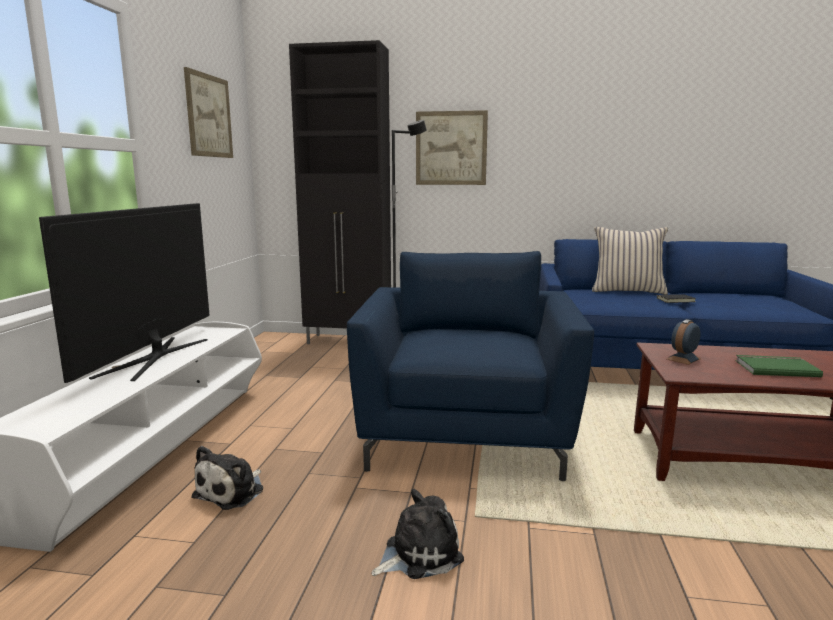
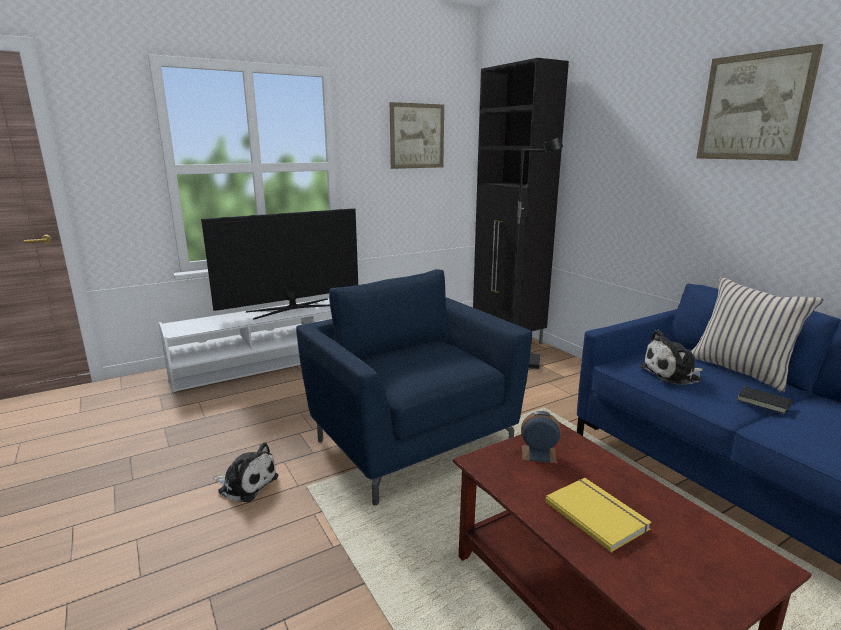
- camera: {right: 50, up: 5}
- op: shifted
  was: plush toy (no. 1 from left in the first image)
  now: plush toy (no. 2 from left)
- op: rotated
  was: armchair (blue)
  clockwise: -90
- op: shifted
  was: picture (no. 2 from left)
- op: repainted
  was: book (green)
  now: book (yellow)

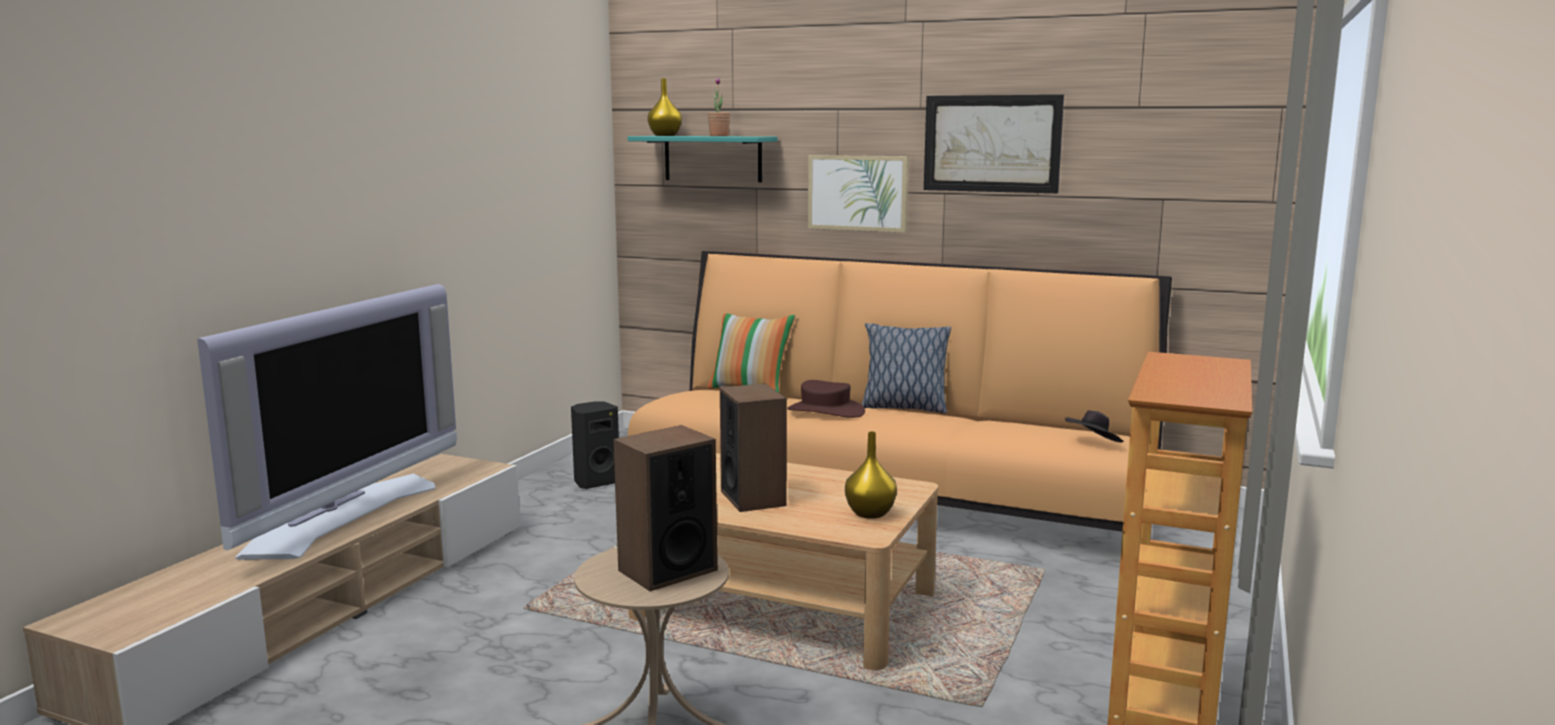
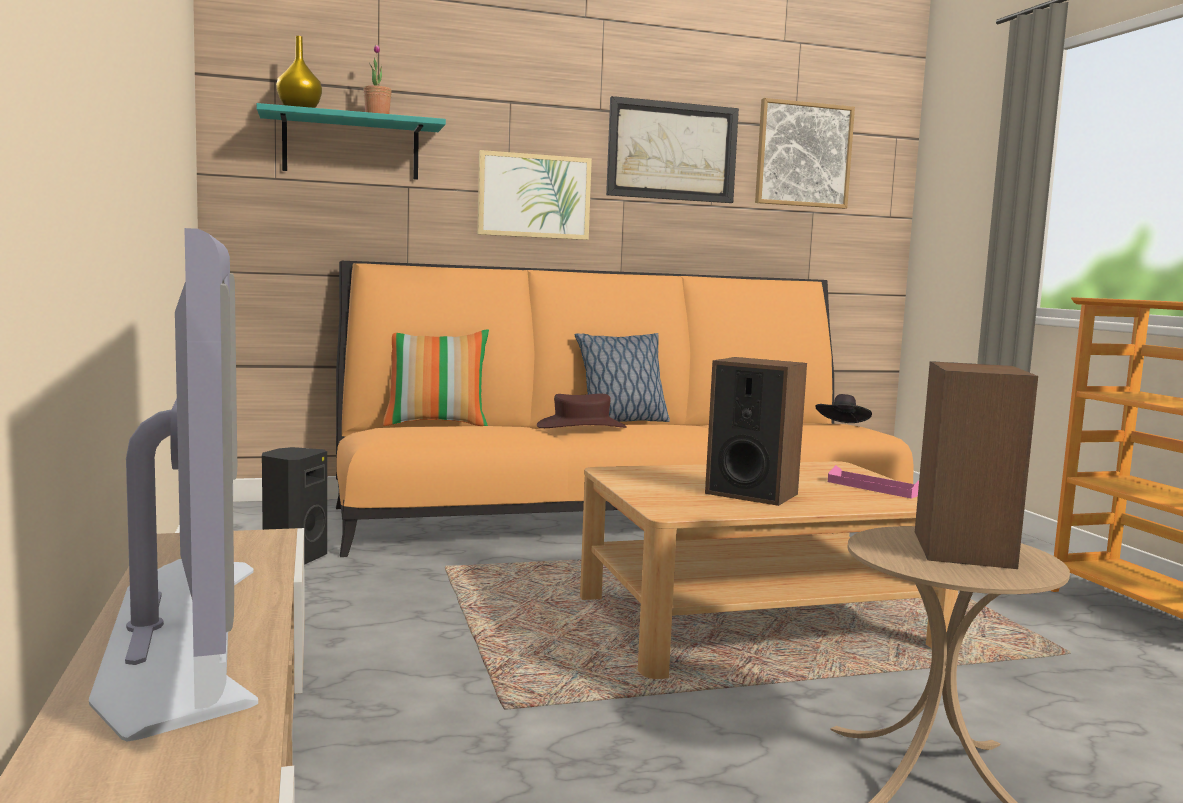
- camera: {right: -40, up: -5}
- op: swapped
  was: vase (yellow) (no. 2 from left)
  now: tray (pink)
- op: new
  now: picture (no. 3 from left)

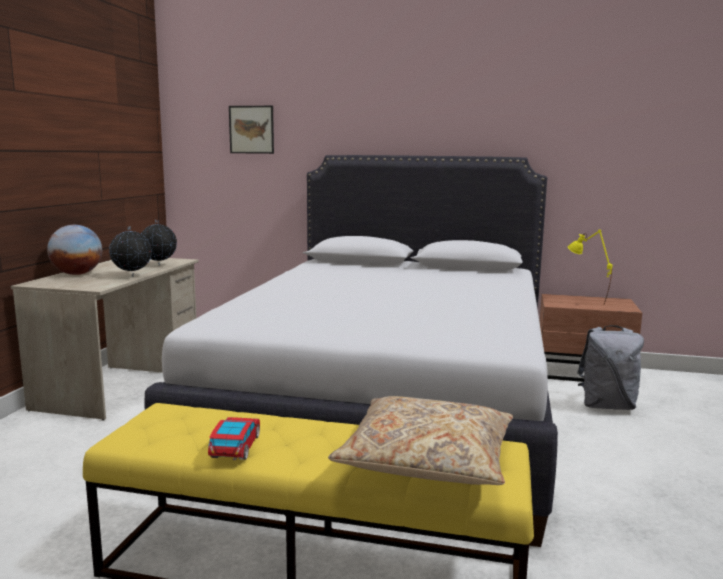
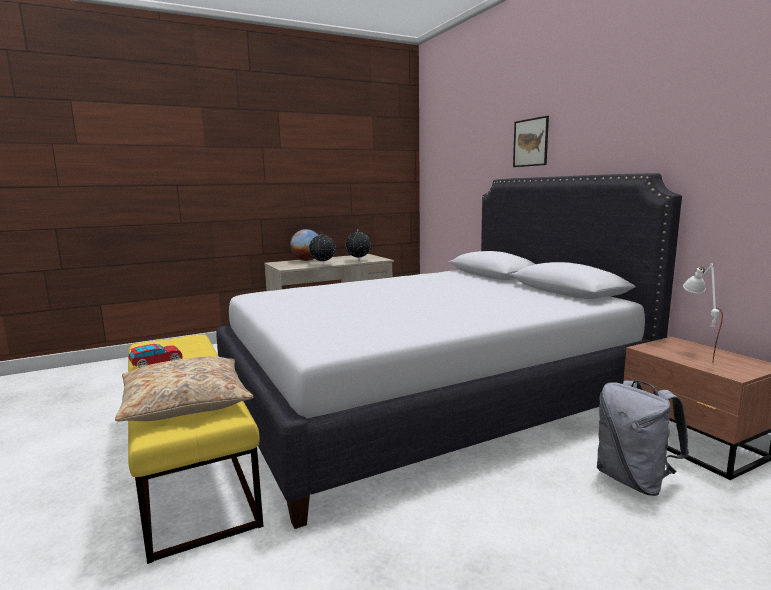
- camera: {right: 50, up: 0}
- op: shifted
  was: picture
- op: repainted
  was: table lamp (yellow)
  now: table lamp (white)

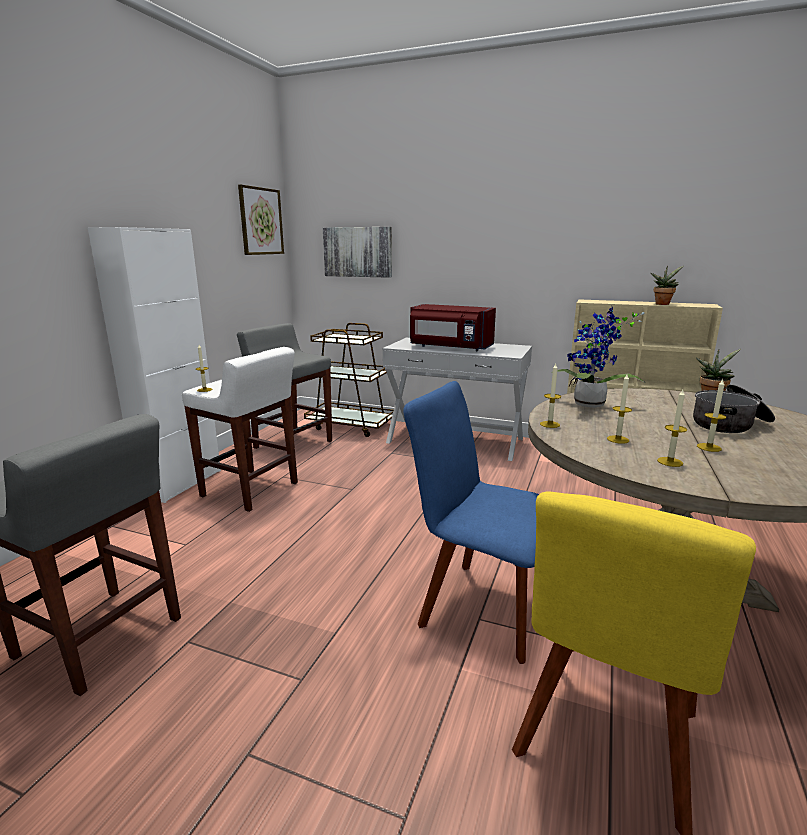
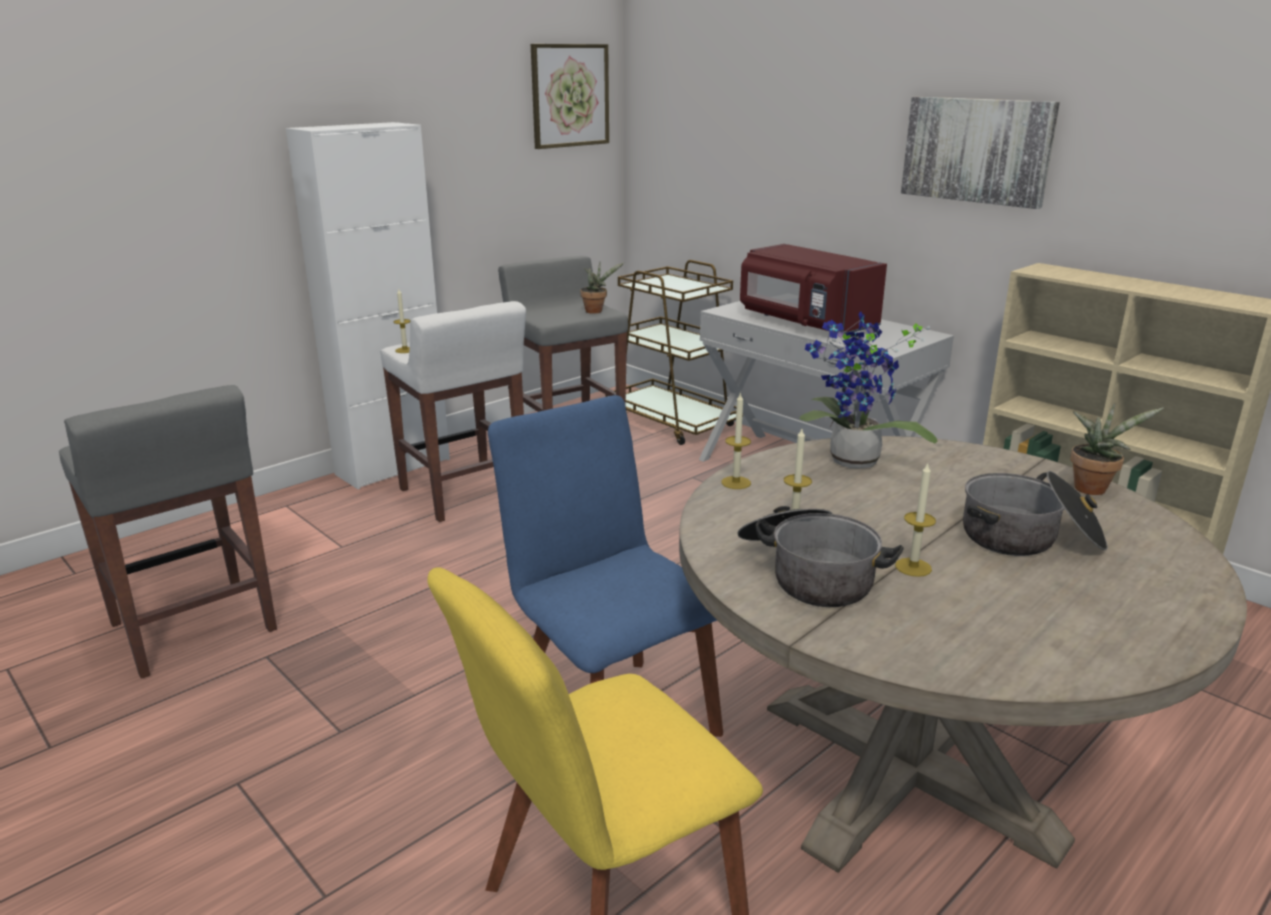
- camera: {right: 25, up: 5}
- op: shifted
  was: picture (no. 2 from left)
- op: shifted
  was: potted plant (no. 2 from left in the first image)
  now: potted plant (no. 1 from left)
- op: swapped
  was: candle (no. 4 from left)
  now: cooking pot (no. 1 from left)

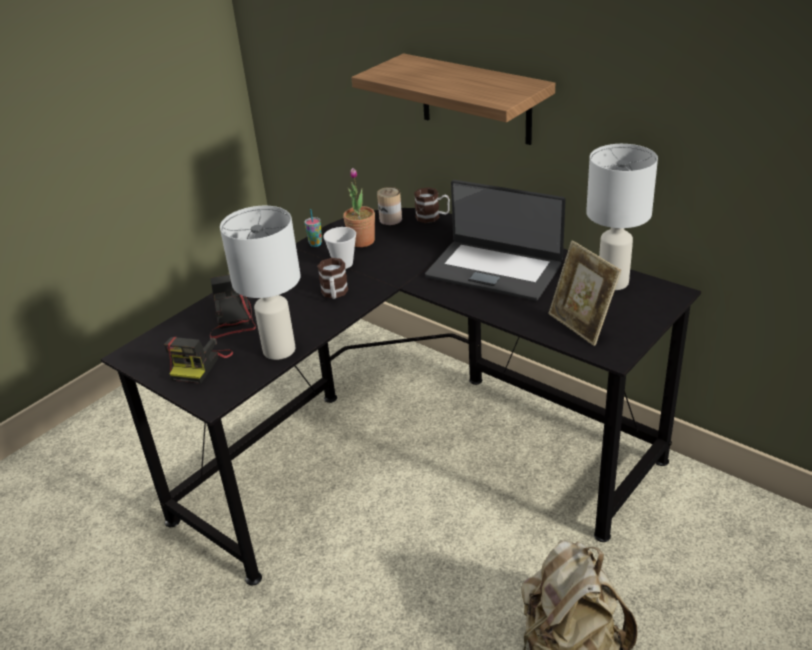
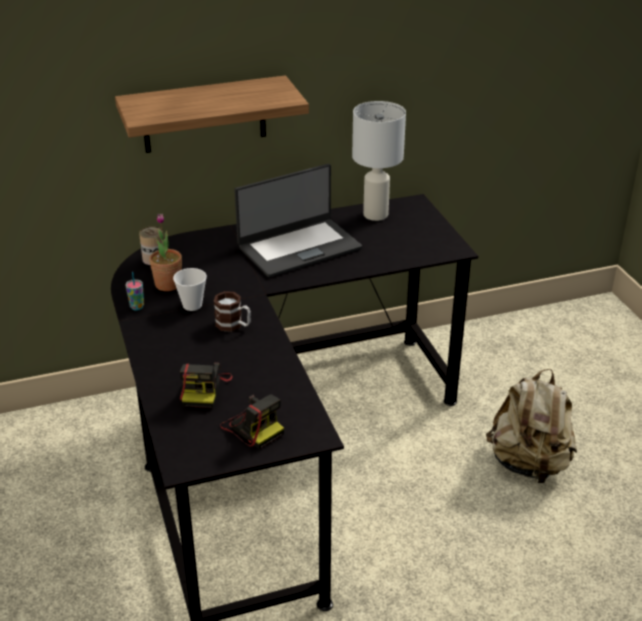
- camera: {right: -60, up: 0}
- op: rotated
  was: photo camera (no. 2 from left in the first image)
  clockwise: -105
- op: gone
  was: table lamp (white) (no. 1 from left)
- op: gone
  was: mug (no. 2 from left)
- op: gone
  was: picture frame

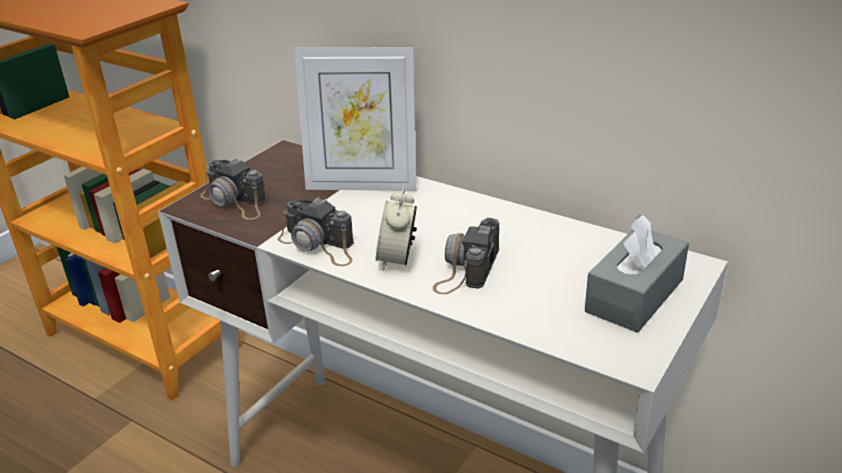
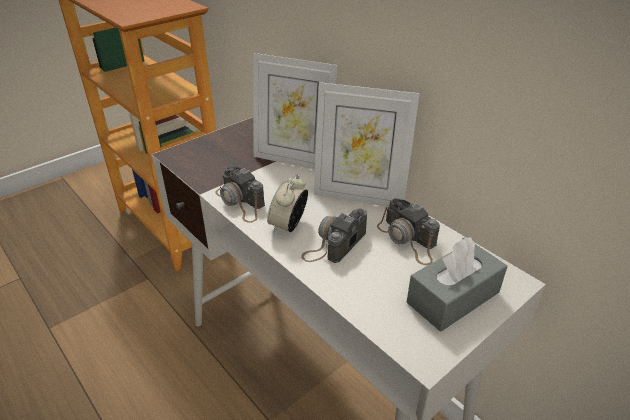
- camera: {right: 15, up: 5}
- op: shifted
  was: photo camera (no. 1 from left in the first image)
  now: photo camera (no. 3 from left)
- op: new
  now: picture frame (no. 2 from left)

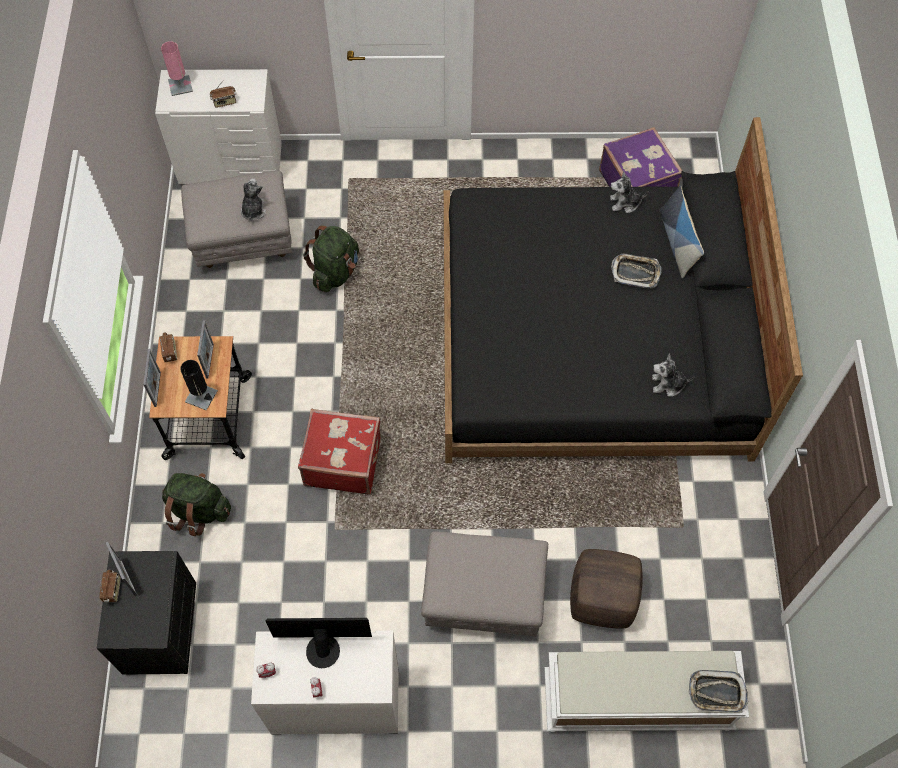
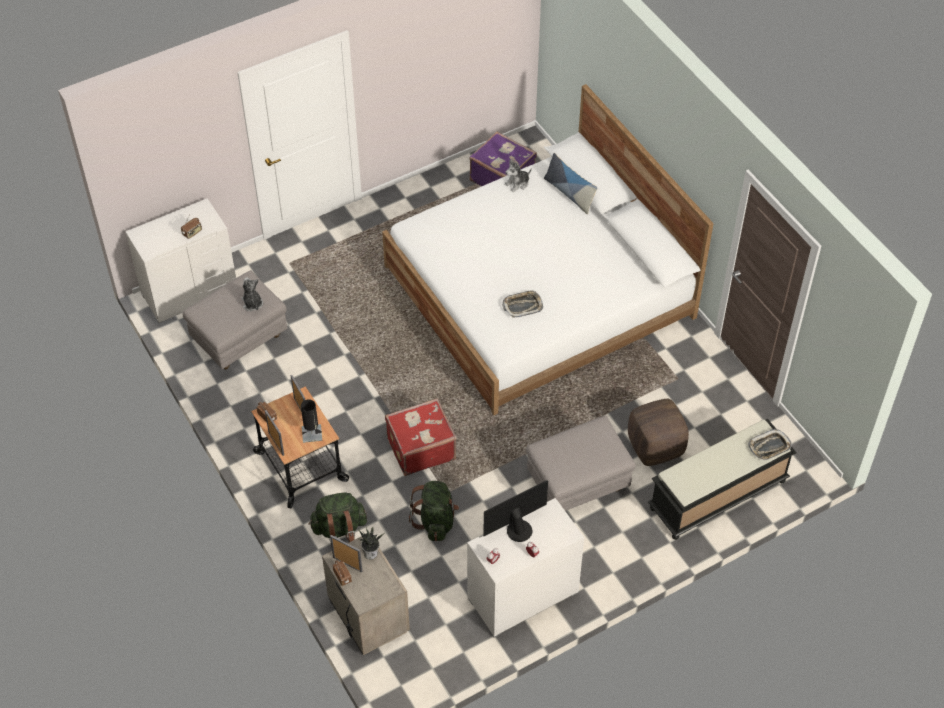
- camera: {right: -30, up: -10}
- op: repainted
  was: nightstand (black)
  now: nightstand (beige)
- op: gone
  was: table lamp (pink)
- op: shifted
  was: backpack (green) (no. 2 from left)
- op: repainted
  was: bed (black)
  now: bed (white)
- op: repainted
  was: bench (white)
  now: bench (black)
- op: shifted
  was: tray (no. 1 from left)
- op: gone
  was: plush toy (no. 3 from left)
- op: new
  now: potted plant

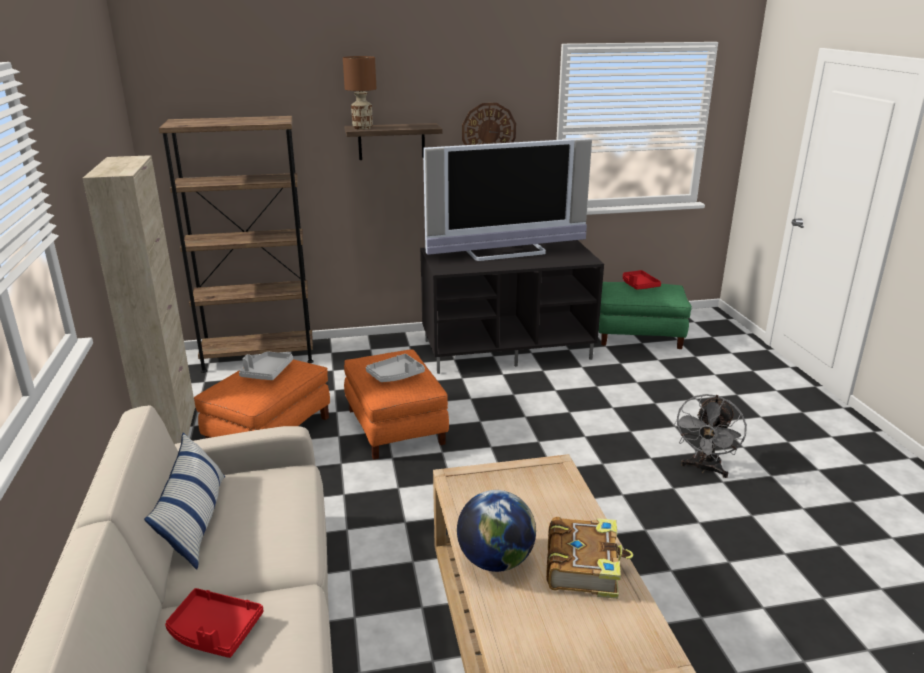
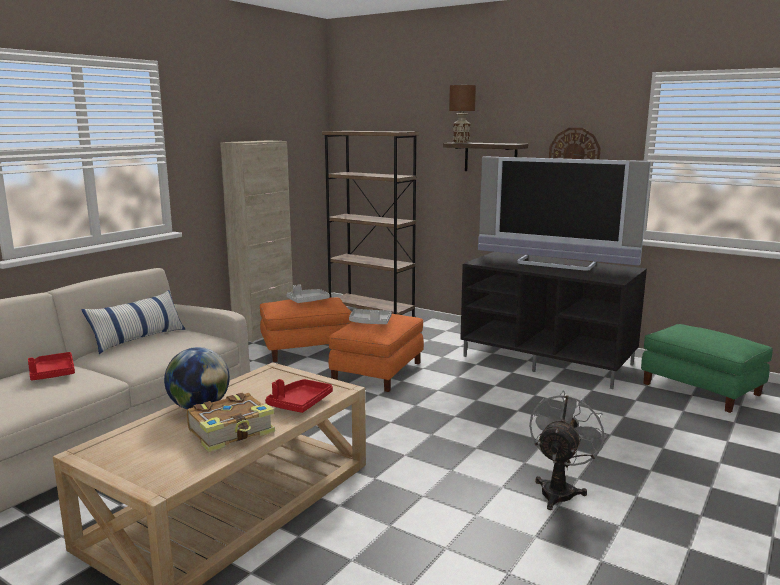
- camera: {right: 45, up: -10}
- op: shifted
  was: tray (red) (no. 2 from left)
- op: rotated
  was: fan (grey)
  clockwise: 135

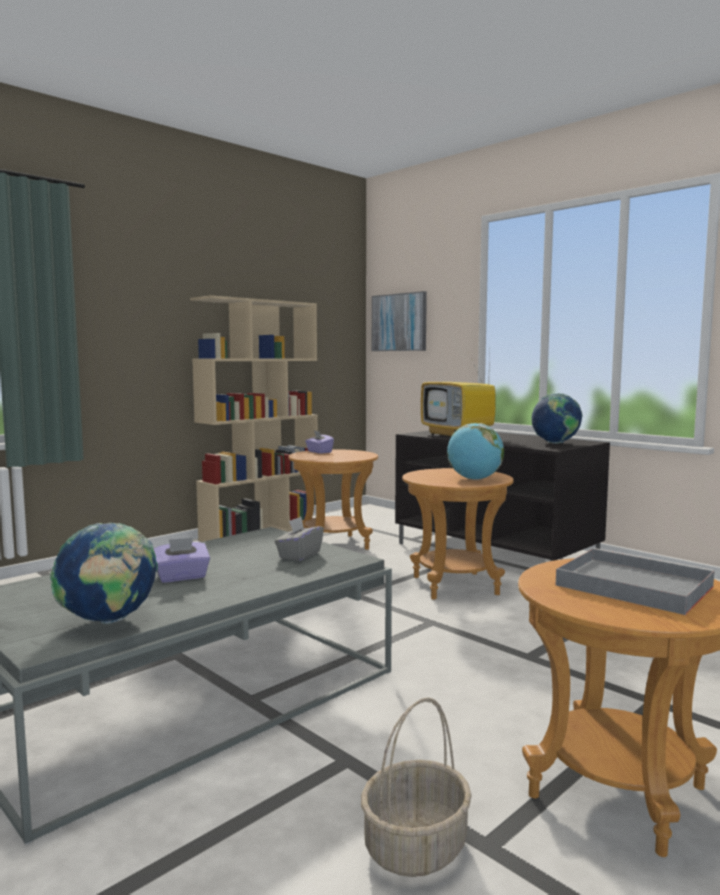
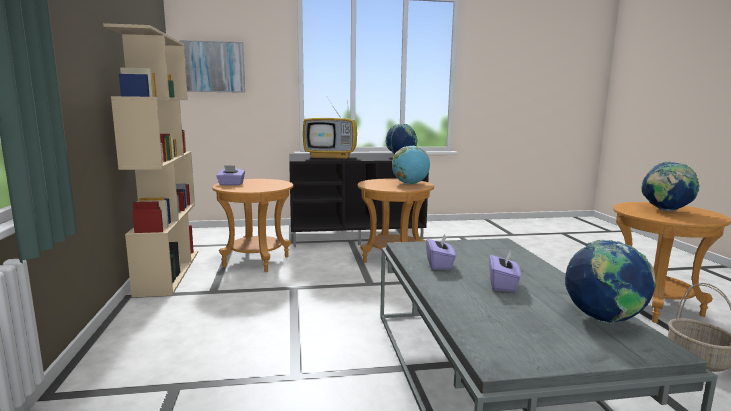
- camera: {right: -55, up: 5}
- op: gone
  was: tissue box (grey)
- op: swapped
  was: tray (grey)
  now: globe (no. 4 from left)
- op: new
  now: tissue box (purple) (no. 2 from left)

